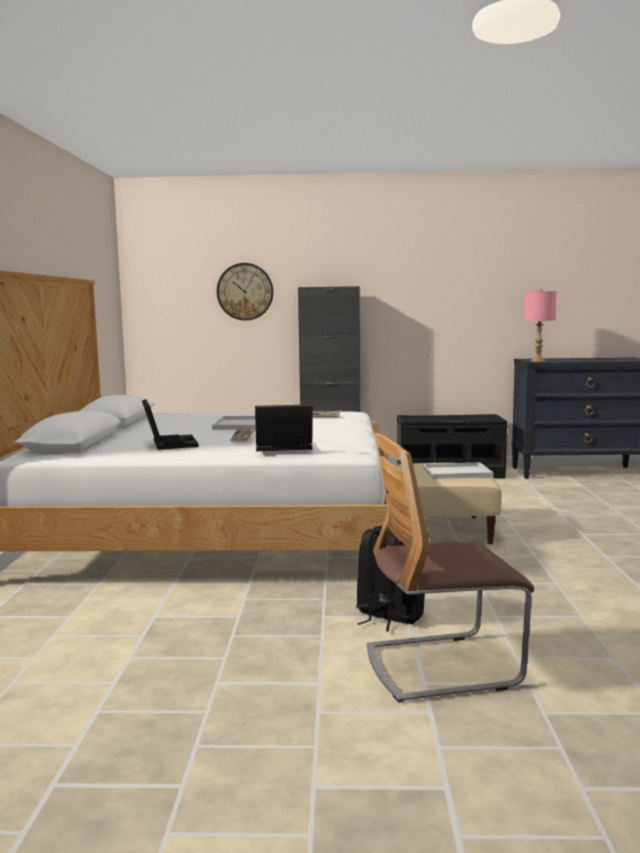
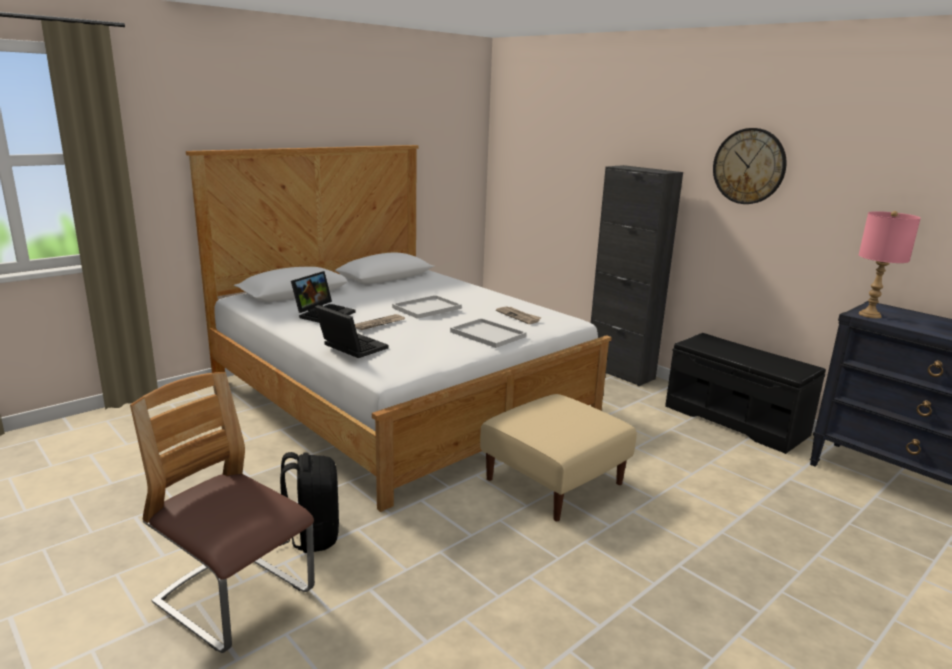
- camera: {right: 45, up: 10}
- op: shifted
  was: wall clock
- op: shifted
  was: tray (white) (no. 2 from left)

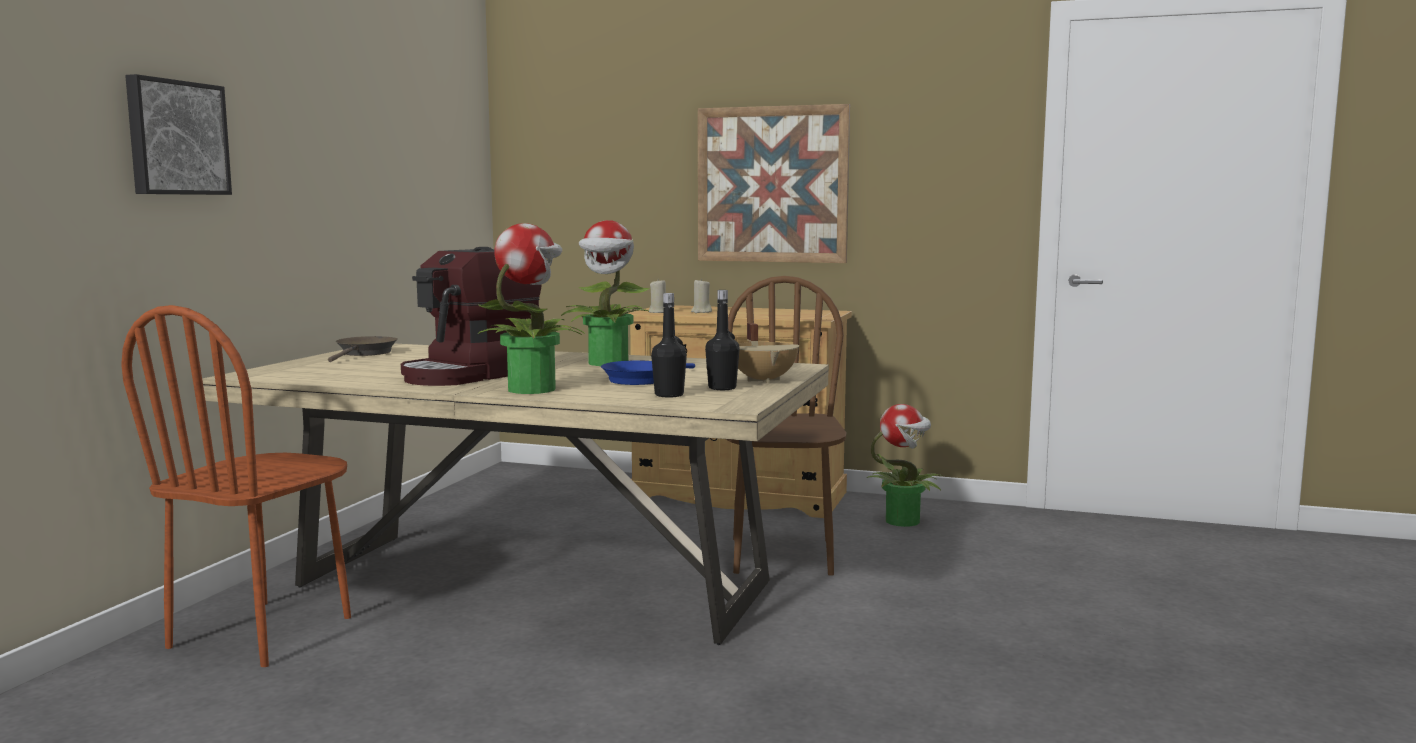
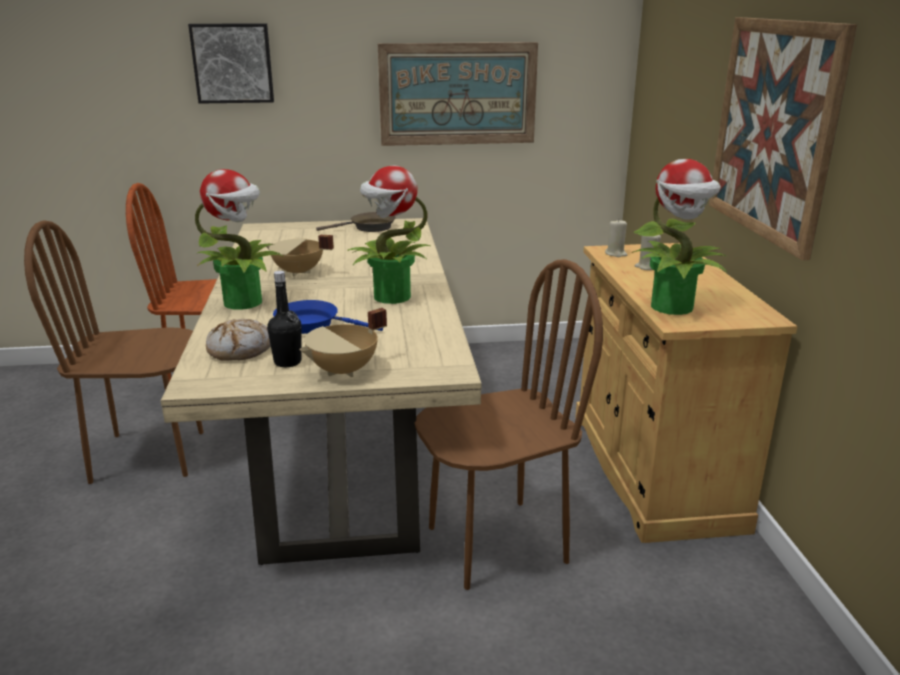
- camera: {right: 65, up: 15}
- op: swapped
  was: coffee machine
  now: cooking pot (beige) (no. 1 from left)
- op: swapped
  was: bottle (black) (no. 1 from left)
  now: bread
- op: shifted
  was: potted plant (no. 3 from left)
- op: new
  now: chair (brown) (no. 1 from left)
- op: new
  now: picture (no. 2 from left)

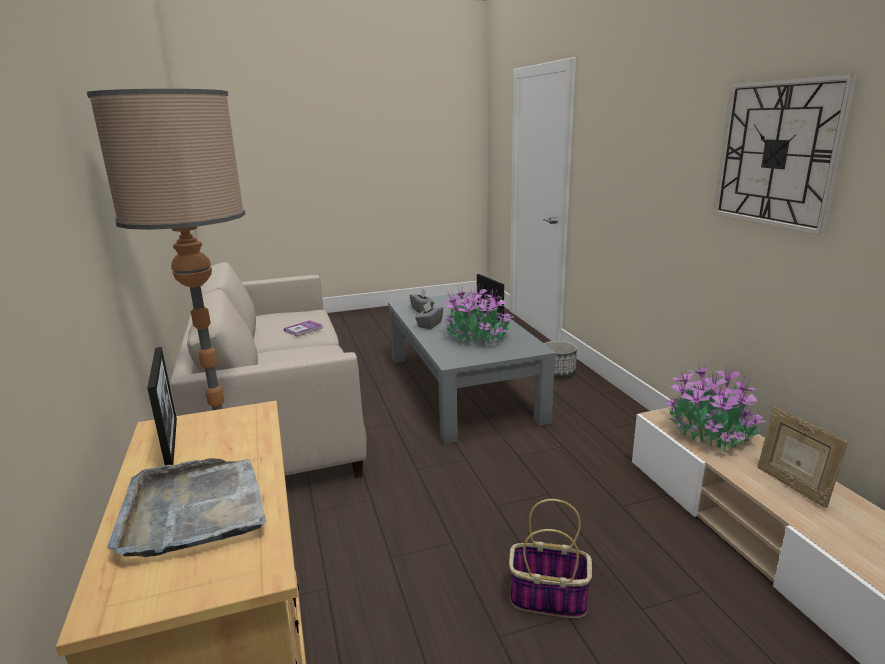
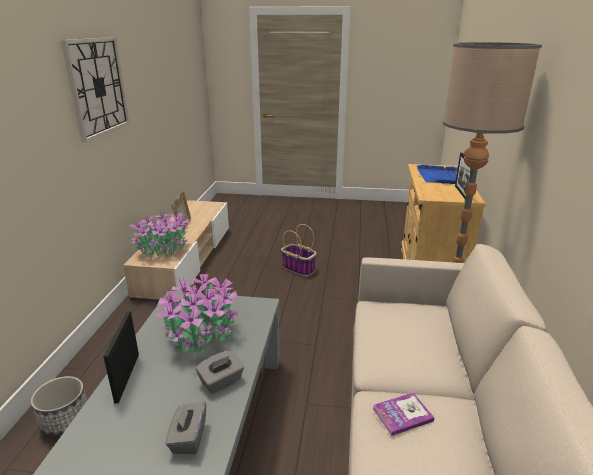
- camera: {right: -155, up: 5}
- op: repainted
  was: tray (grey)
  now: tray (blue)

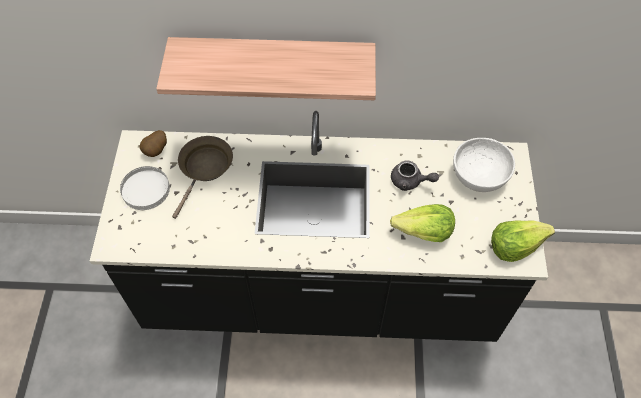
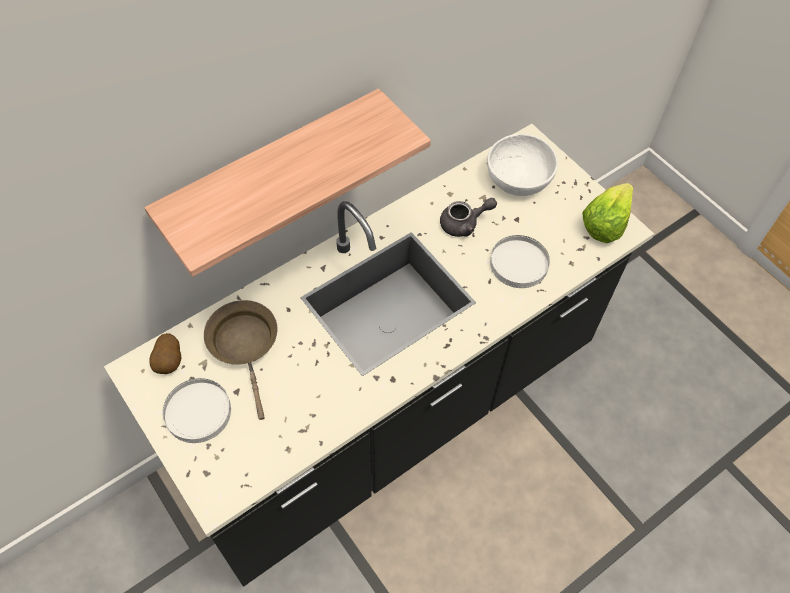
- camera: {right: -40, up: 0}
- op: swapped
  was: lettuce (no. 1 from left)
  now: plate (white) (no. 2 from left)

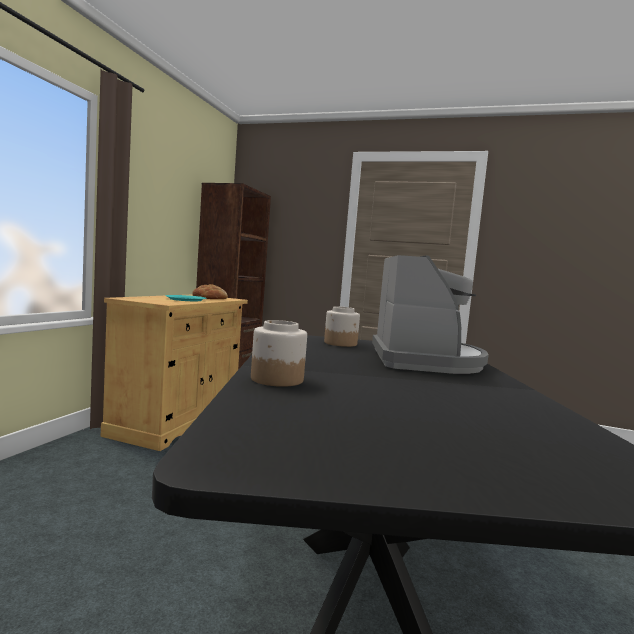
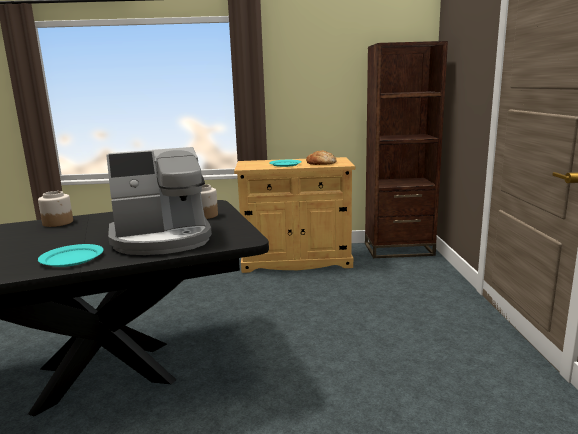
- camera: {right: 70, up: 10}
- op: new
  now: plate (turquoise) (no. 1 from left)

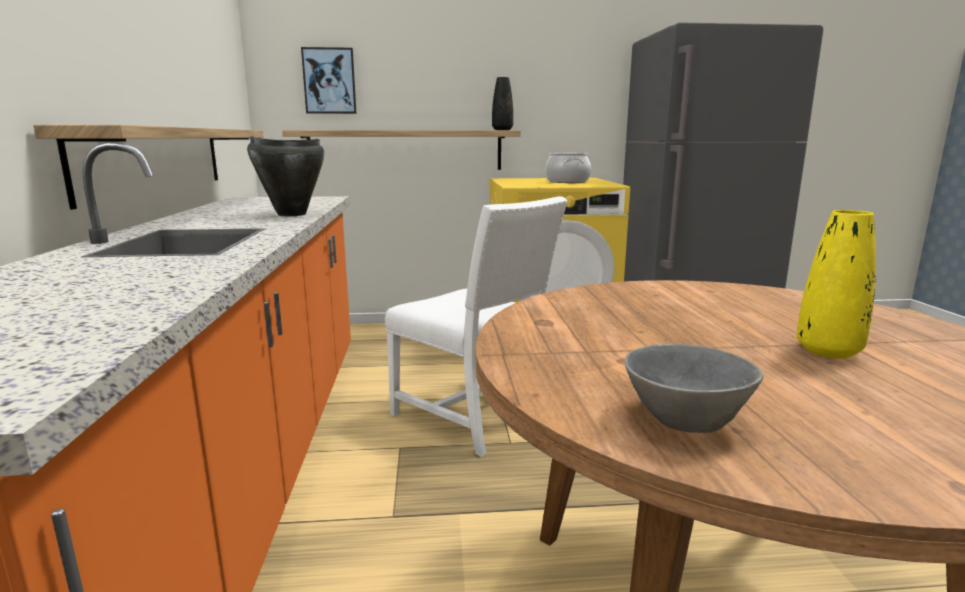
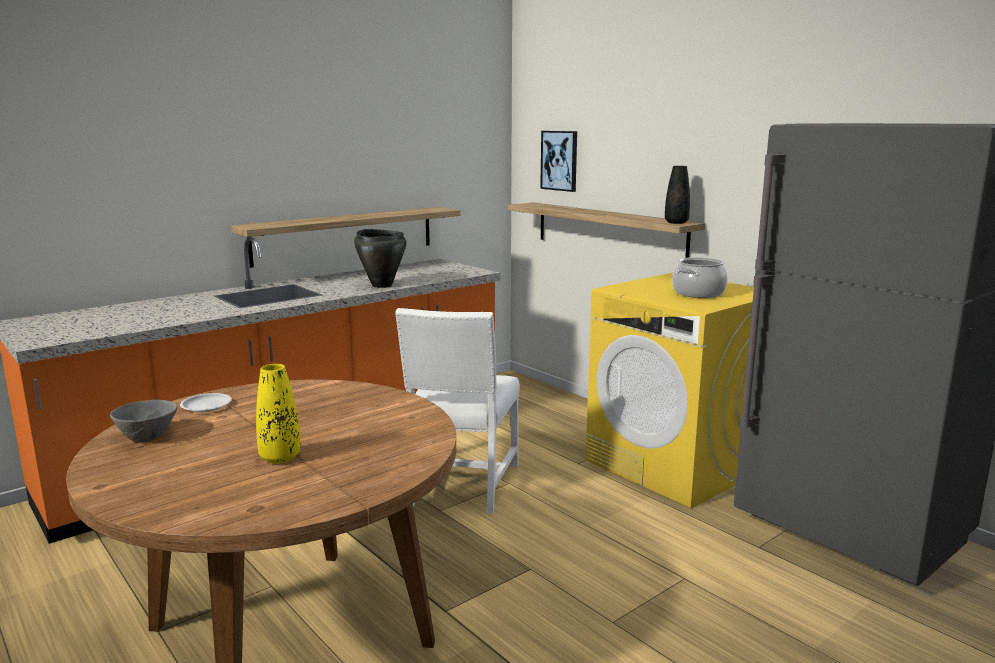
- camera: {right: 55, up: 0}
- op: new
  now: plate (white)

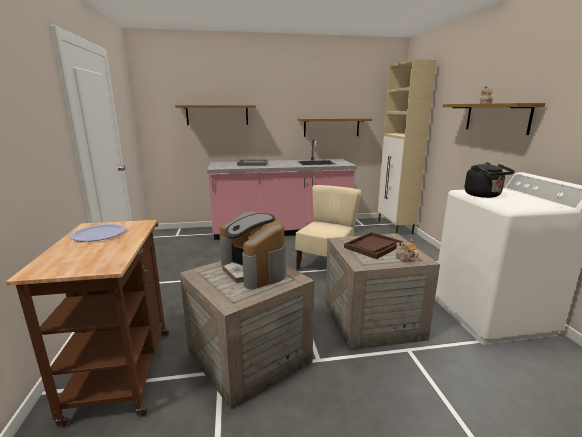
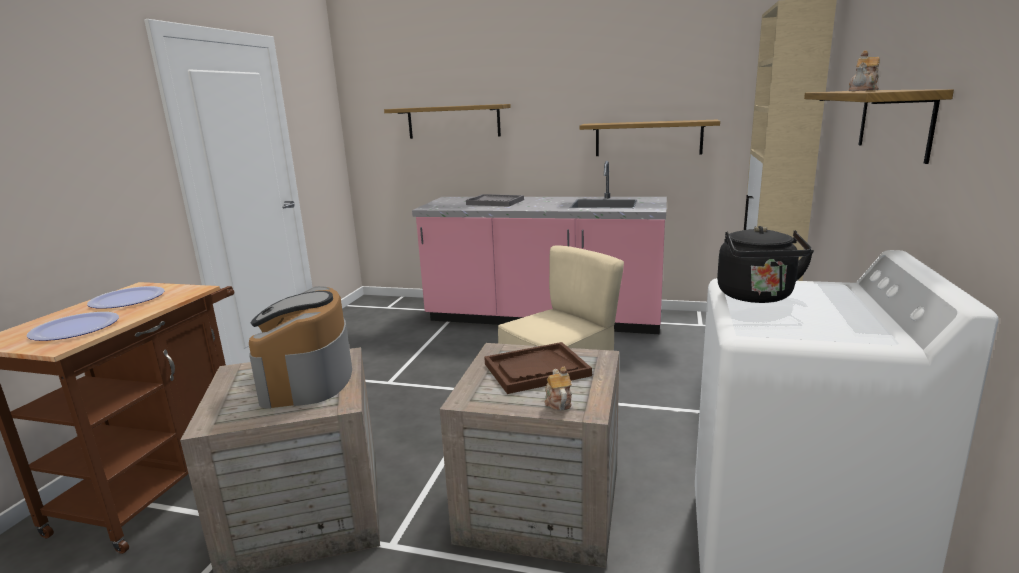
- camera: {right: 25, up: 0}
- op: new
  now: plate (no. 1 from left)

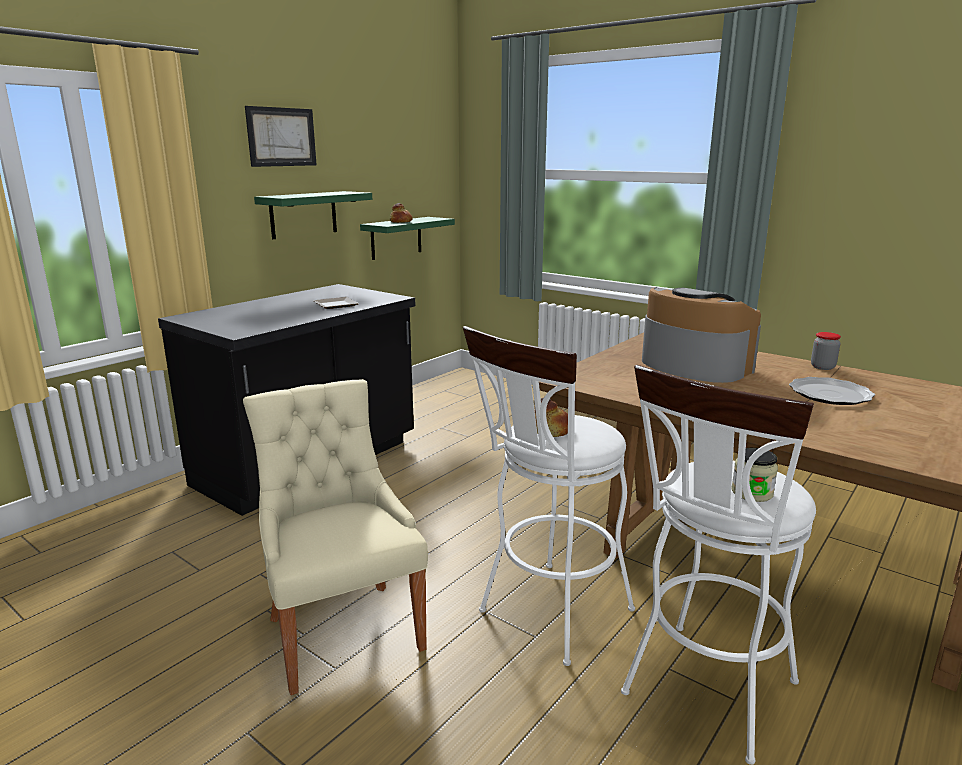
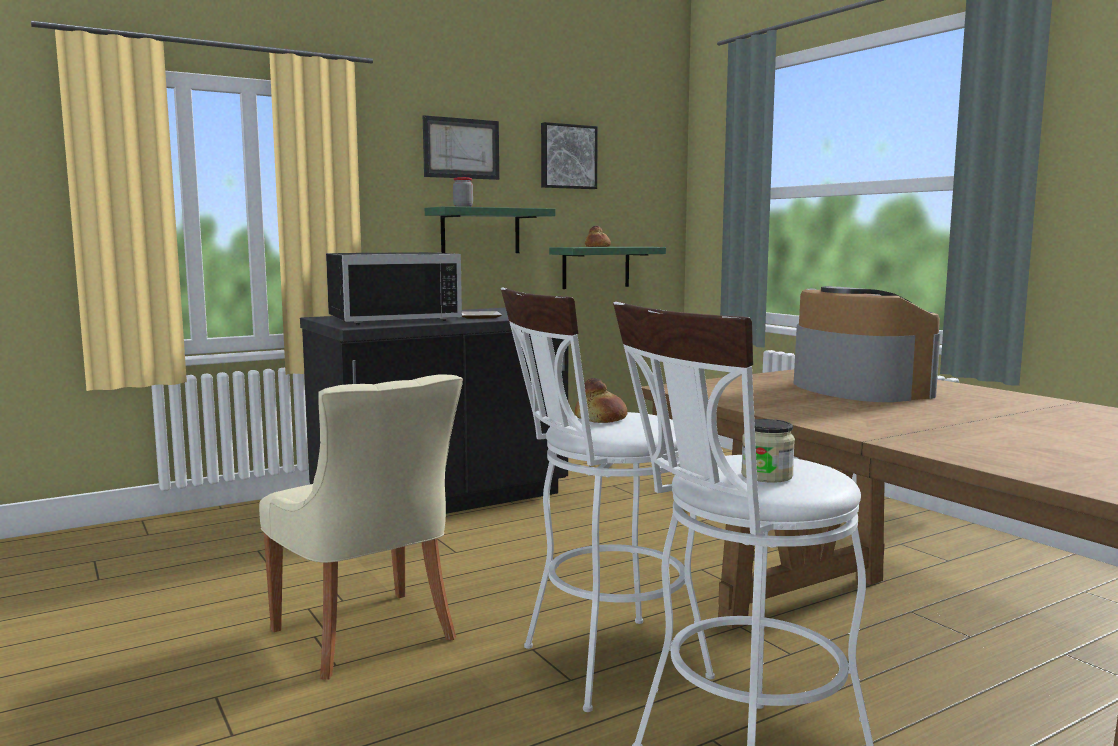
- camera: {right: 20, up: -10}
- op: rotated
  was: chair (beige)
  clockwise: 150
- op: gone
  was: plate (no. 2 from left)
- op: shifted
  was: jar (no. 2 from left in the first image)
  now: jar (no. 1 from left)
- op: new
  now: microwave (black)
- op: new
  now: picture (no. 2 from left)

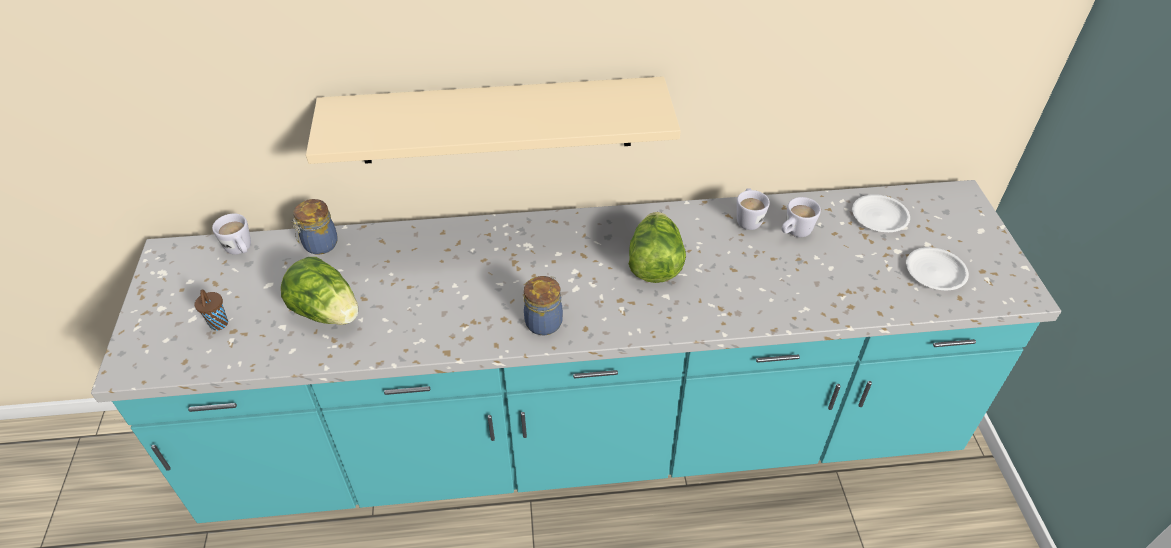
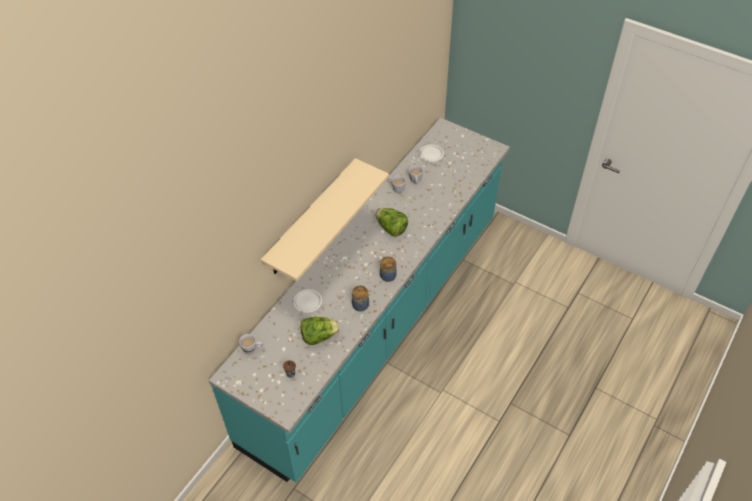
- camera: {right: -50, up: 5}
- op: shifted
  was: jar (no. 1 from left)
- op: shifted
  was: plate (white) (no. 2 from left in the first image)
  now: plate (white) (no. 1 from left)

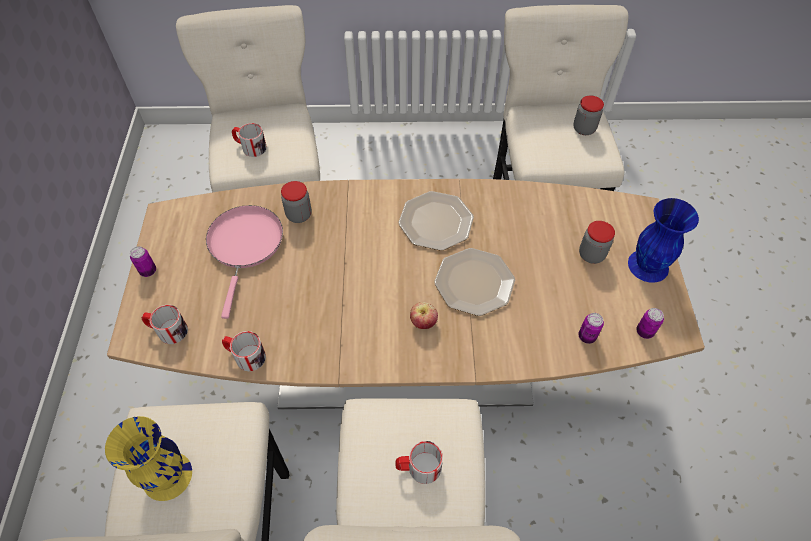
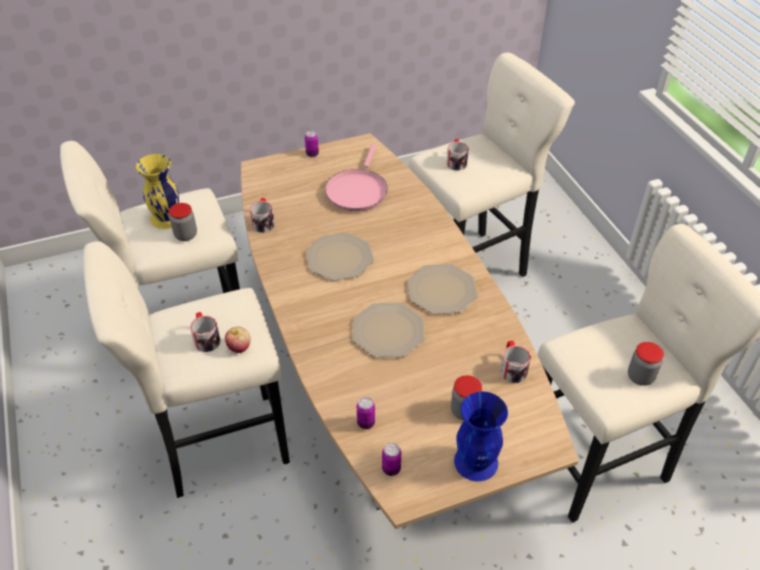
- camera: {right: 70, up: -10}
- op: shifted
  was: mug (no. 1 from left in the first image)
  now: mug (no. 4 from left)
- op: rotated
  was: frying pan (pink)
  clockwise: 120
- op: shifted
  was: jar (no. 1 from left)
- op: shifted
  was: apple
- op: new
  now: plate (no. 1 from left)

